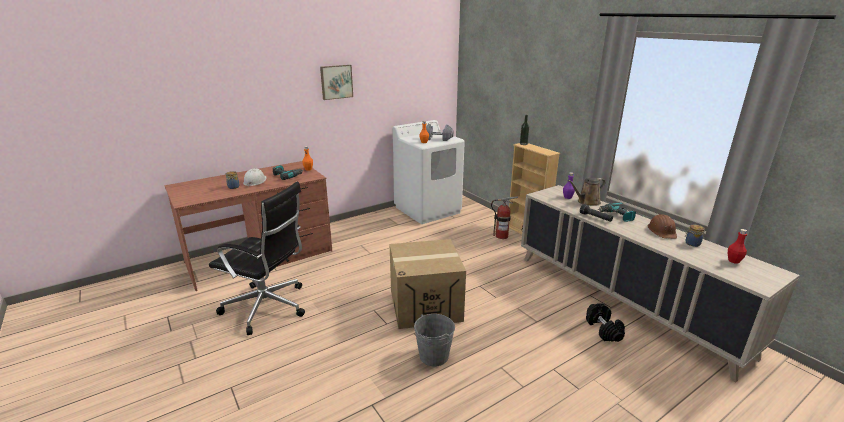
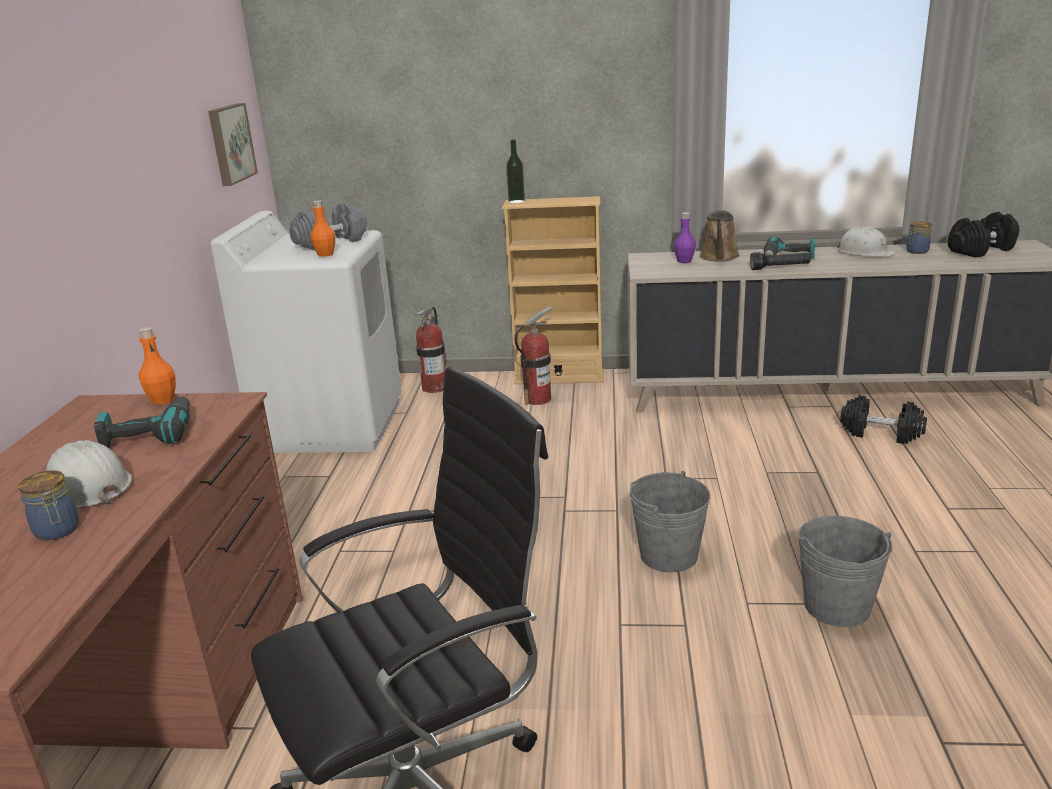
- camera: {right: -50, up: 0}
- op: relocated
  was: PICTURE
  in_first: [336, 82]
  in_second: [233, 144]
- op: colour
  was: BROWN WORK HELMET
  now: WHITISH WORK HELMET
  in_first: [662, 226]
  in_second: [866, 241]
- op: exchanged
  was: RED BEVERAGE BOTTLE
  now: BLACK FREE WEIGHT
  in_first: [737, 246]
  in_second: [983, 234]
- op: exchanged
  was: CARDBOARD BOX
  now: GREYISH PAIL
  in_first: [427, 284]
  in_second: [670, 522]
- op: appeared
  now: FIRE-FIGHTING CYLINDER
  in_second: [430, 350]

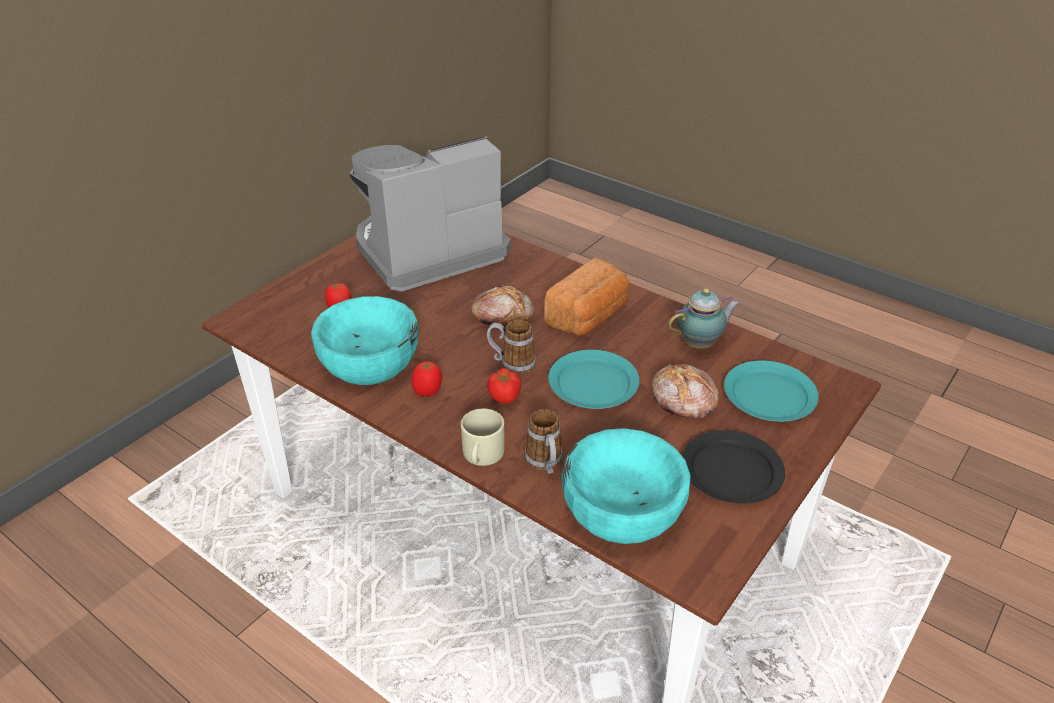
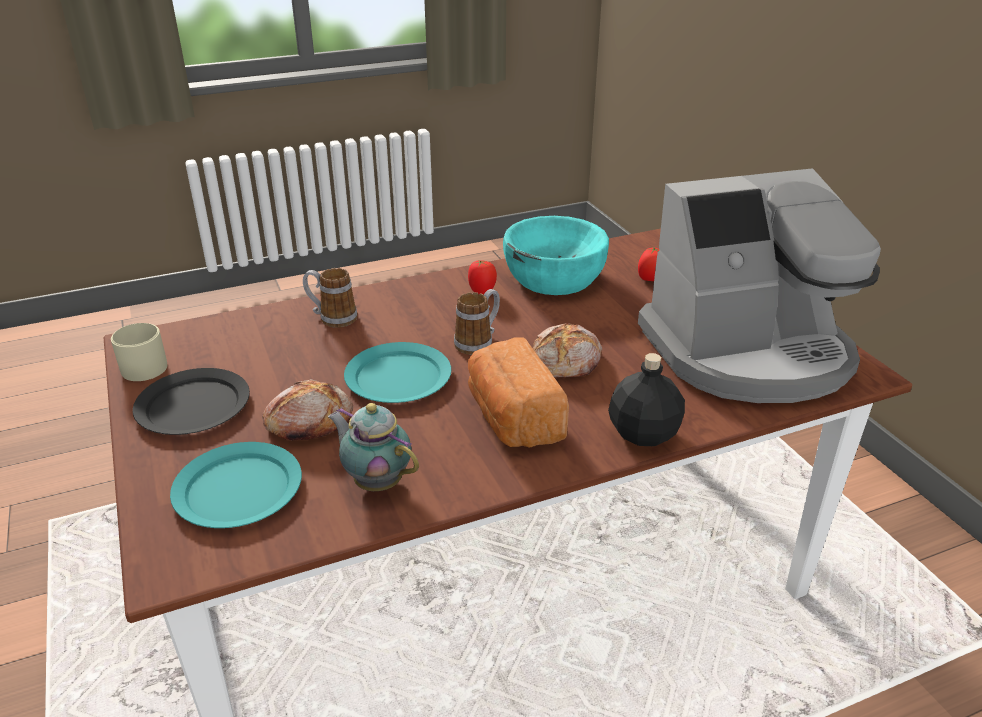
- camera: {right: 120, up: -5}
- op: spun
  was: COFFEE BREWER
  in_first: [430, 213]
  in_second: [759, 285]
  clockwise: 75
- op: spun
  was: TEA POT
  in_first: [704, 318]
  in_second: [373, 447]
  clockwise: 120
- op: missing
  was: WHOLE TOMATO
  in_first: [504, 386]
- op: relocated
  was: SAND-COLOURED COFFEE MUG
  in_first: [483, 437]
  in_second: [139, 352]
- op: missing
  was: TURQUOISE BOWL
  in_first: [626, 486]
- op: appeared
  now: BLACK BEVERAGE BOTTLE
  in_second: [646, 399]

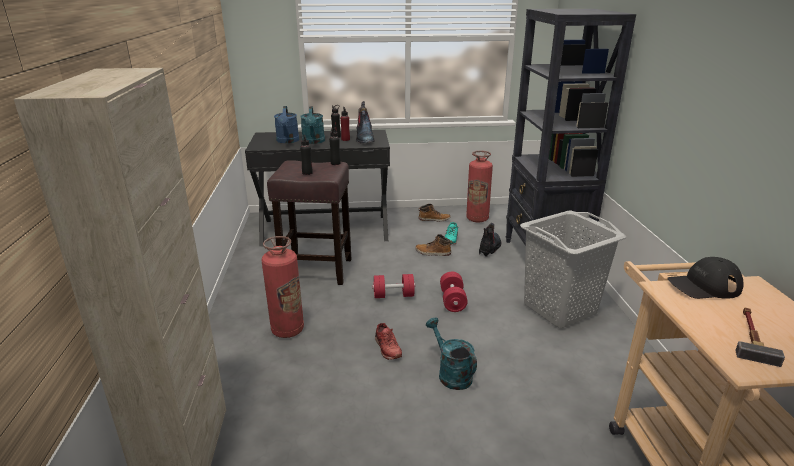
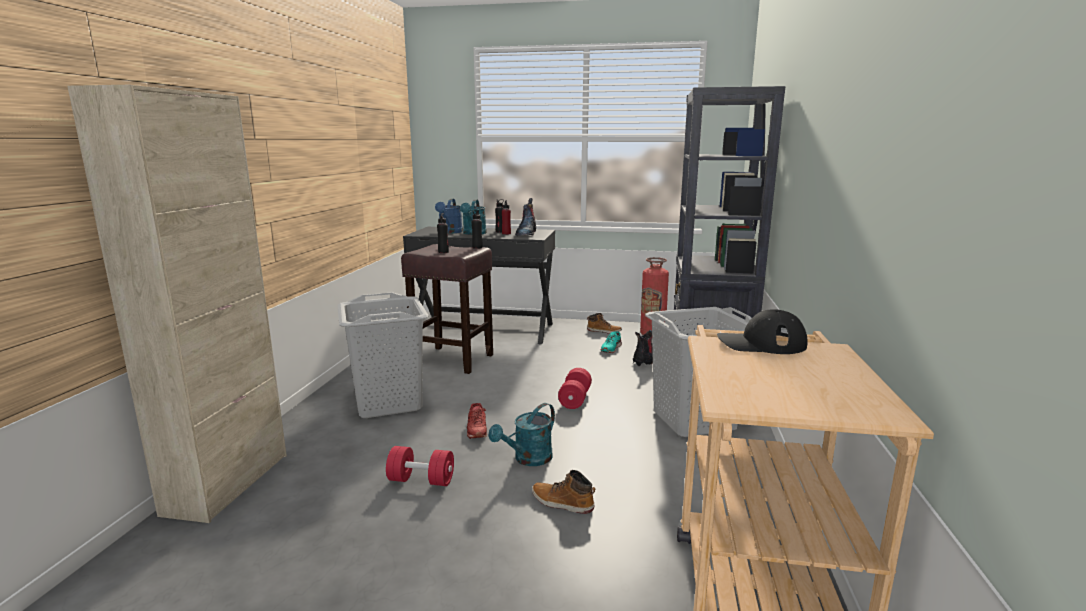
- camera: {right: 15, up: -10}
- op: relocated
  was: BOOT
  in_first: [433, 245]
  in_second: [563, 492]
- op: exchanged
  was: FIRE-FIGHTING CYLINDER
  now: GREYISH HAMPER
  in_first: [282, 287]
  in_second: [383, 355]
- op: relocated
  was: RED FREE WEIGHT
  in_first: [393, 286]
  in_second: [420, 466]
- op: missing
  was: HAMMER
  in_first: [760, 337]
- op: spun
  was: TURQUOISE SPRINKLING CAN
  in_first: [451, 354]
  in_second: [522, 434]
  clockwise: -120

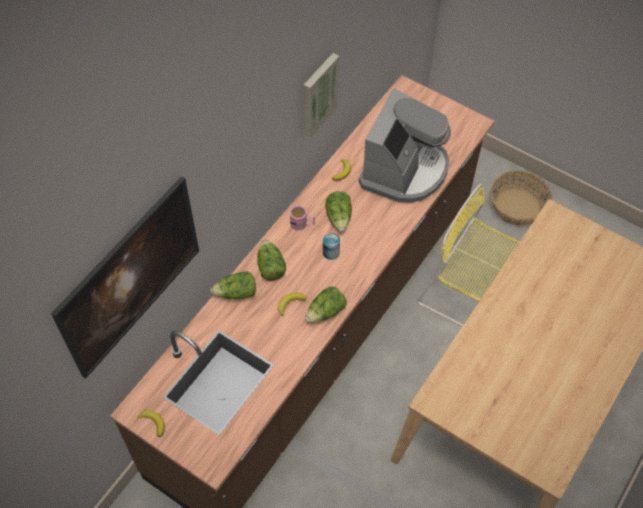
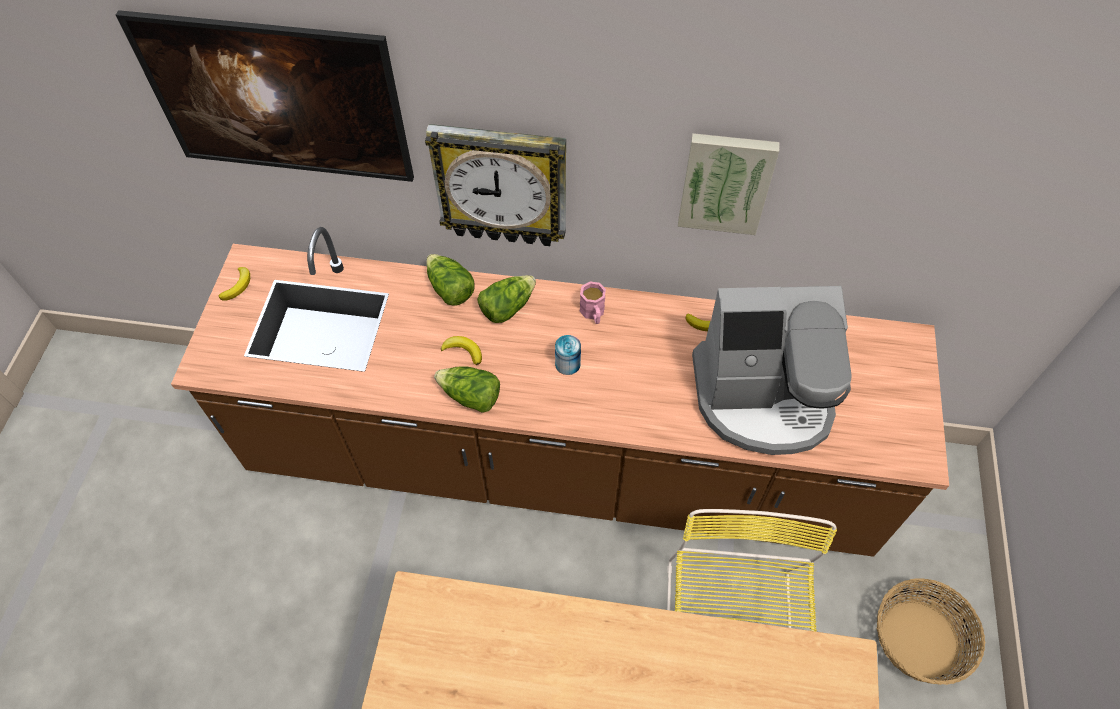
- camera: {right: 65, up: 0}
- op: missing
  was: HEAD OF LETTUCE
  in_first: [338, 211]
- op: appeared
  now: HANGING CLOCK
  in_second: [495, 185]

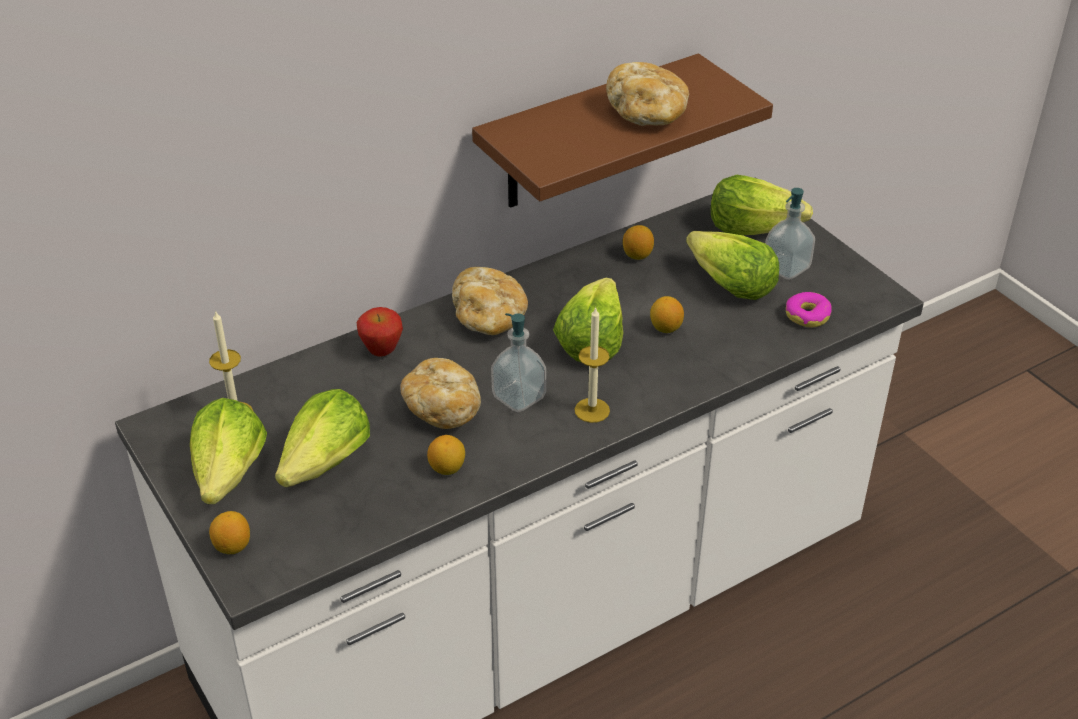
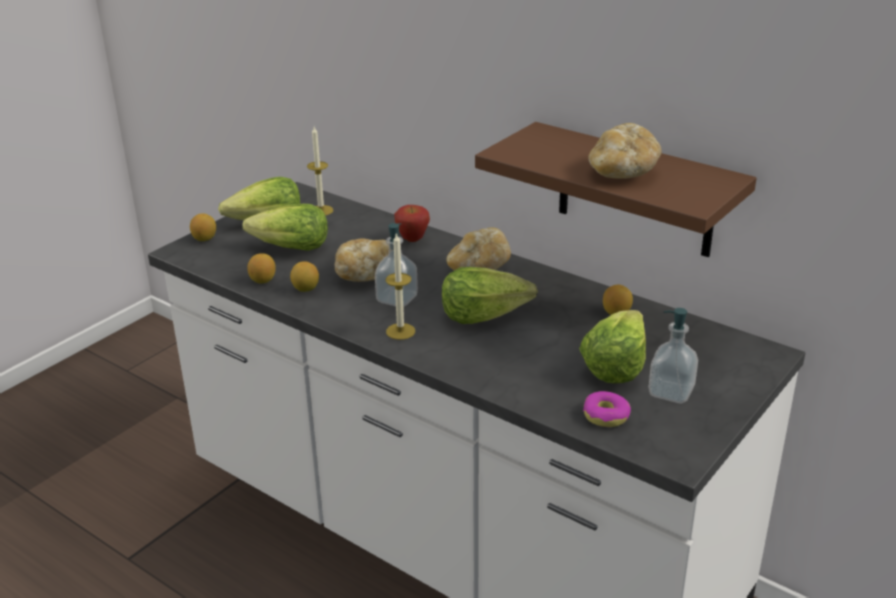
- camera: {right: 70, up: -10}
- op: missing
  was: HEAD OF LETTUCE
  in_first: [762, 205]
- op: relocated
  was: LEMON
  in_first: [667, 314]
  in_second: [261, 268]

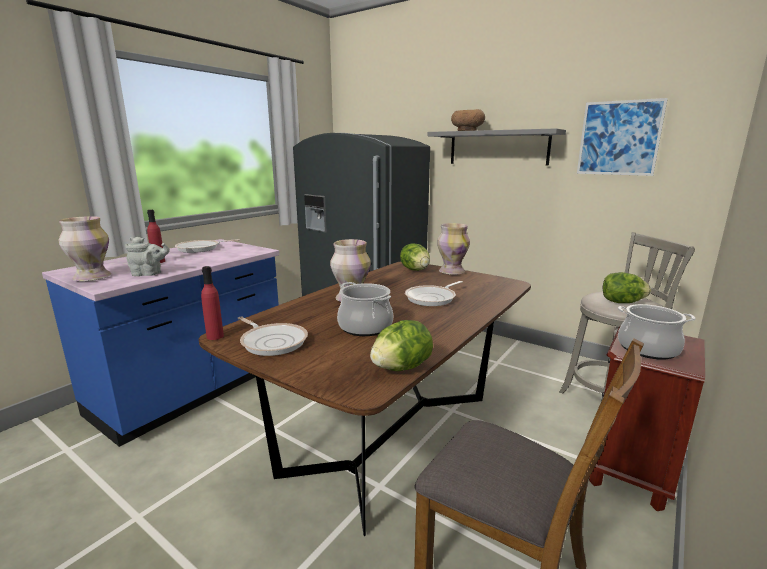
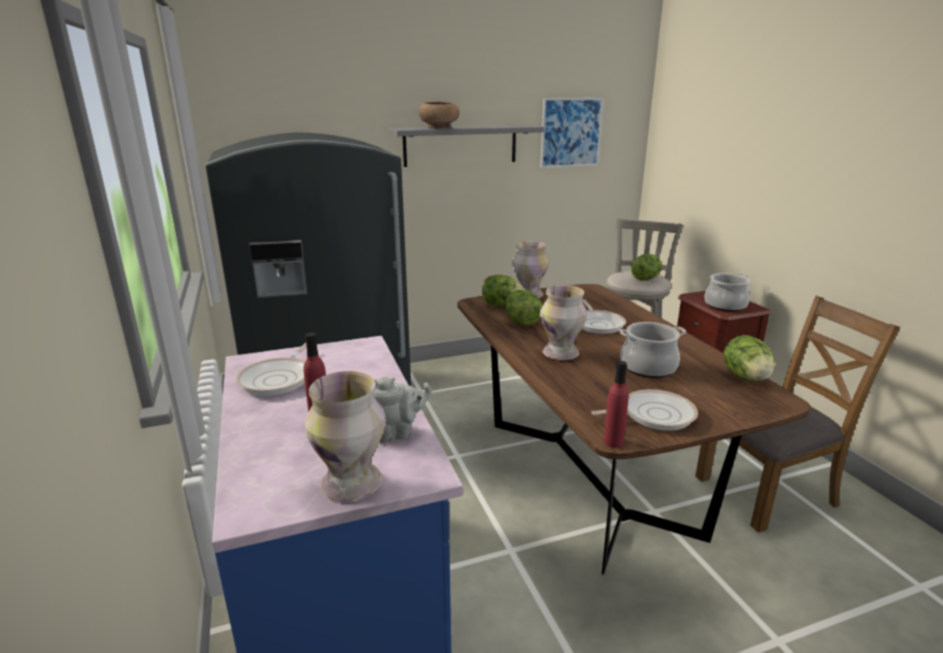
- camera: {right: -55, up: 5}
- op: spun
  was: GREYISH TEA POT
  in_first: [147, 256]
  in_second: [403, 410]
  clockwise: 45
- op: appeared
  now: HEAD OF LETTUCE
  in_second: [523, 308]

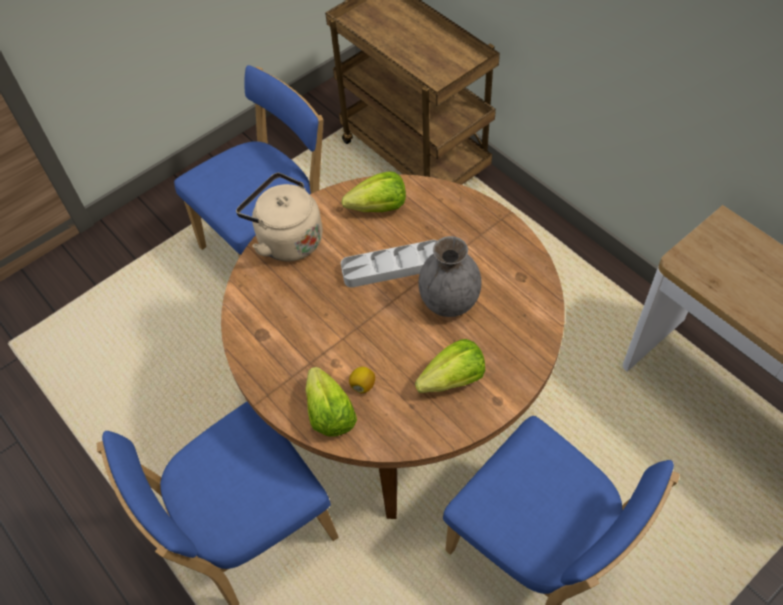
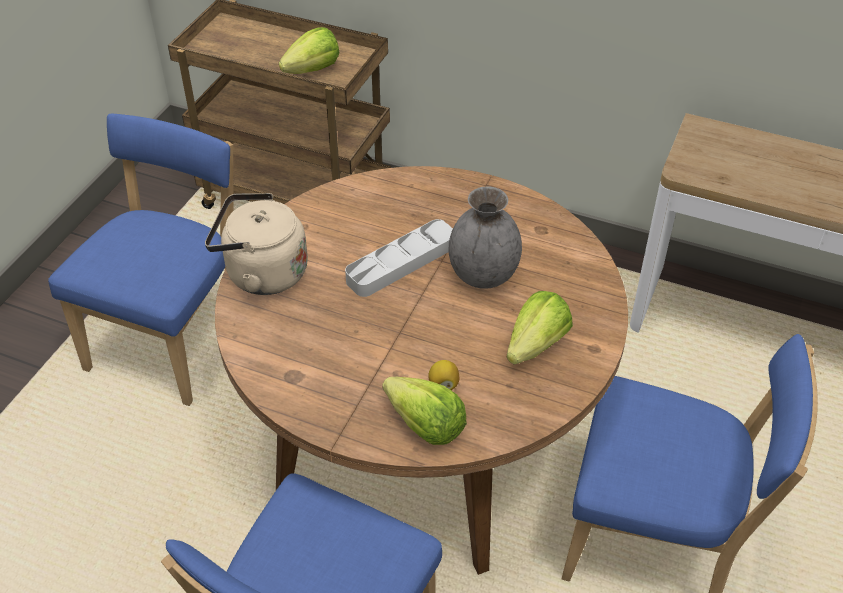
- camera: {right: -30, up: -10}
- op: relocated
  was: HEAD OF LETTUCE
  in_first: [373, 191]
  in_second: [309, 50]

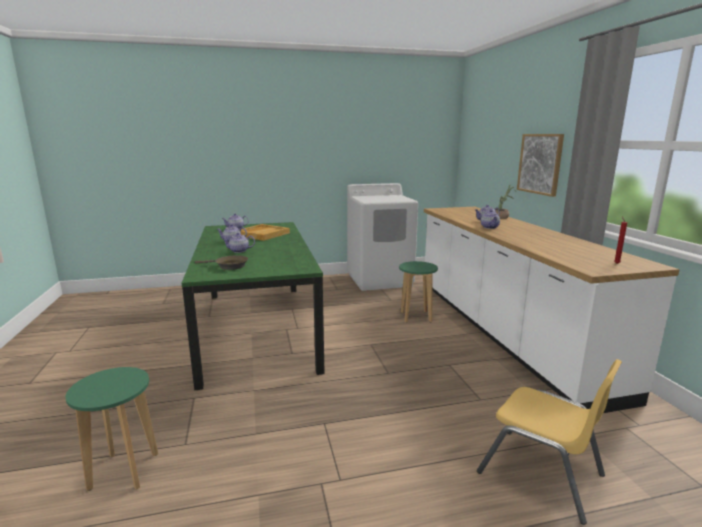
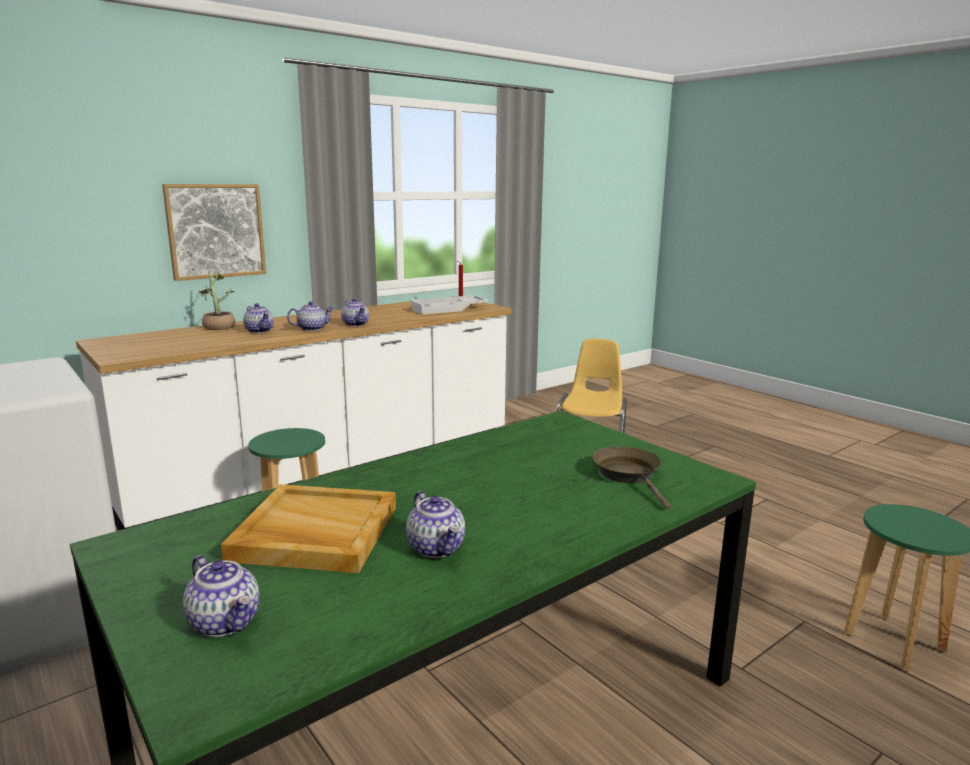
- camera: {right: -115, up: 0}
- op: relocated
  was: TEA POT
  in_first: [238, 243]
  in_second: [355, 312]
- op: appeared
  now: WHITISH CARRYING TRAY
  in_second: [449, 304]

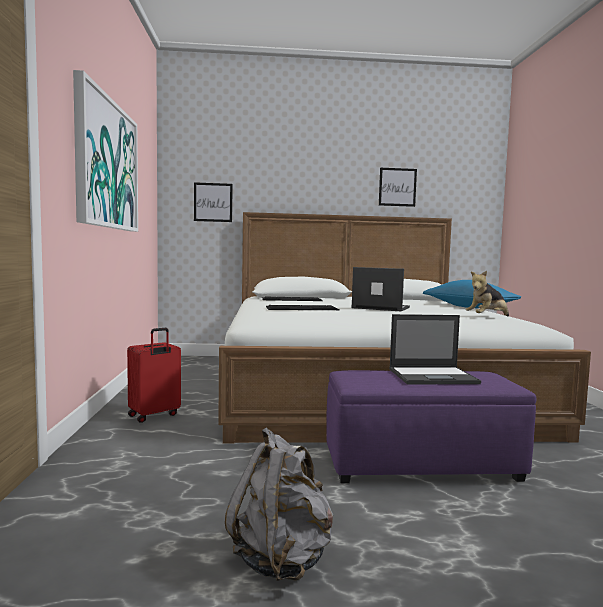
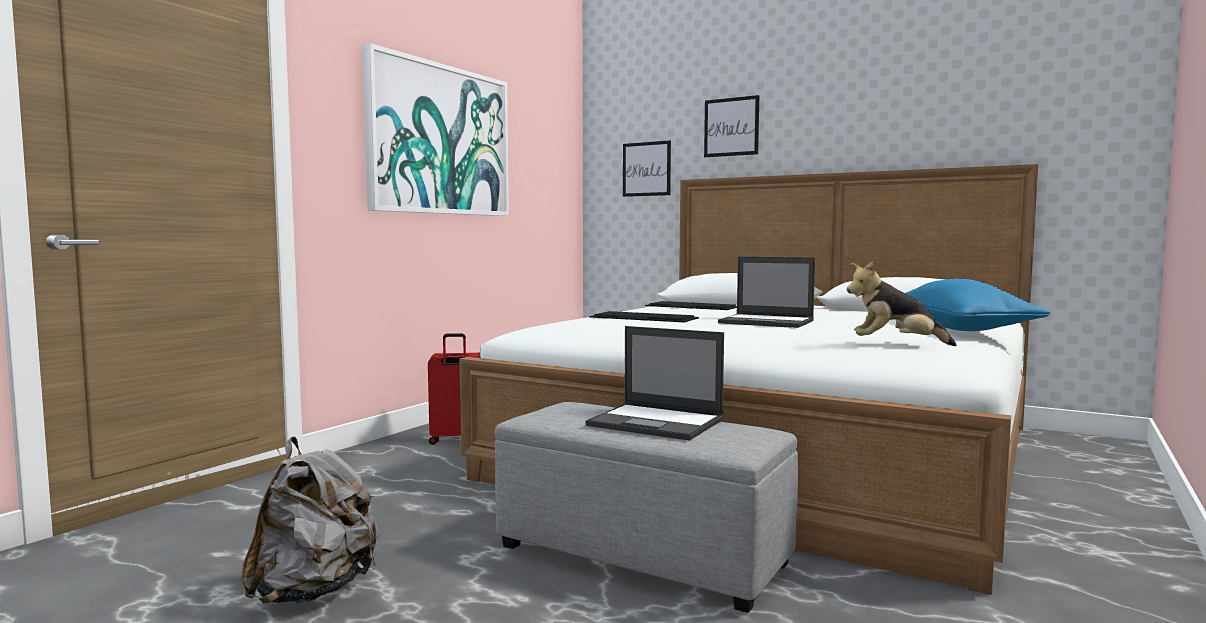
- camera: {right: 35, up: 0}
- op: relocated
  was: PICTURE
  in_first: [398, 187]
  in_second: [731, 126]
- op: spun
  was: PORTABLE COMPUTER
  in_first: [380, 289]
  in_second: [766, 292]
  clockwise: 150
- op: colour
  was: PURPLE-COLOURED POUFFE
  now: GREYISH POUFFE
  in_first: [431, 426]
  in_second: [646, 507]

